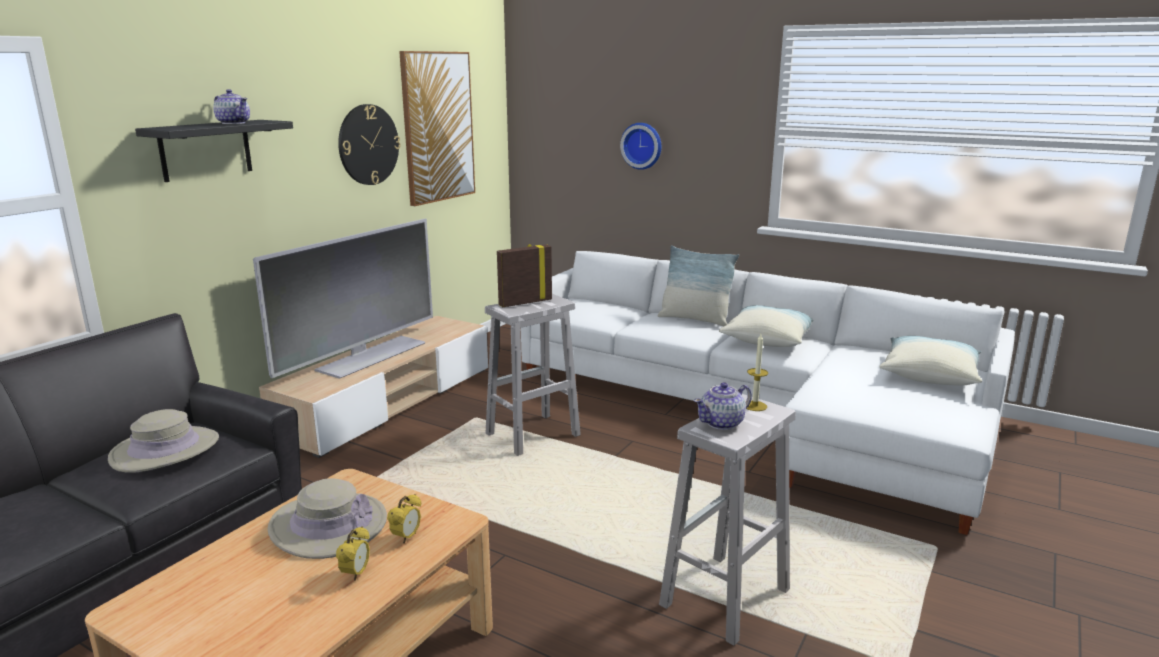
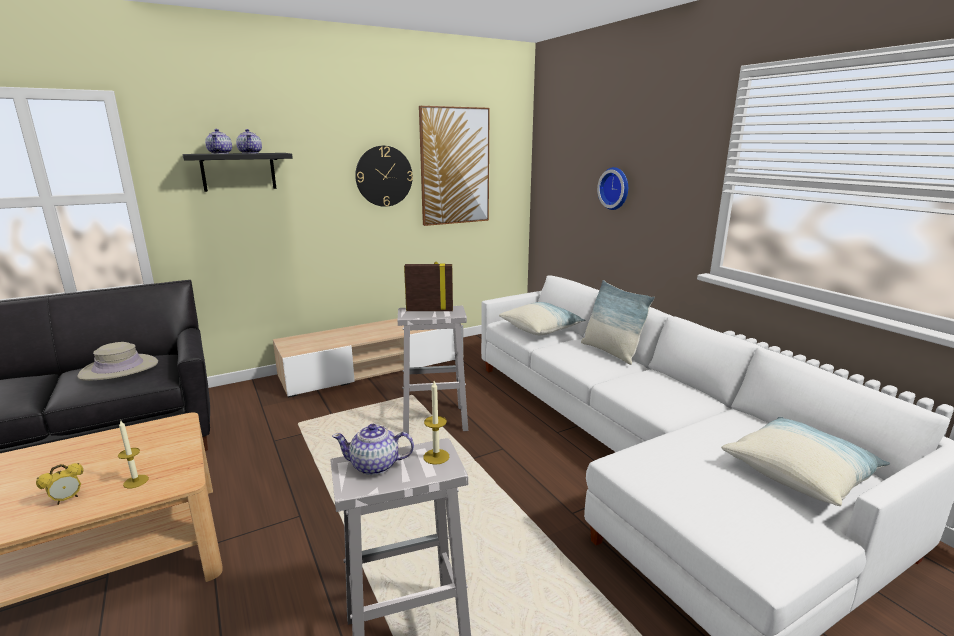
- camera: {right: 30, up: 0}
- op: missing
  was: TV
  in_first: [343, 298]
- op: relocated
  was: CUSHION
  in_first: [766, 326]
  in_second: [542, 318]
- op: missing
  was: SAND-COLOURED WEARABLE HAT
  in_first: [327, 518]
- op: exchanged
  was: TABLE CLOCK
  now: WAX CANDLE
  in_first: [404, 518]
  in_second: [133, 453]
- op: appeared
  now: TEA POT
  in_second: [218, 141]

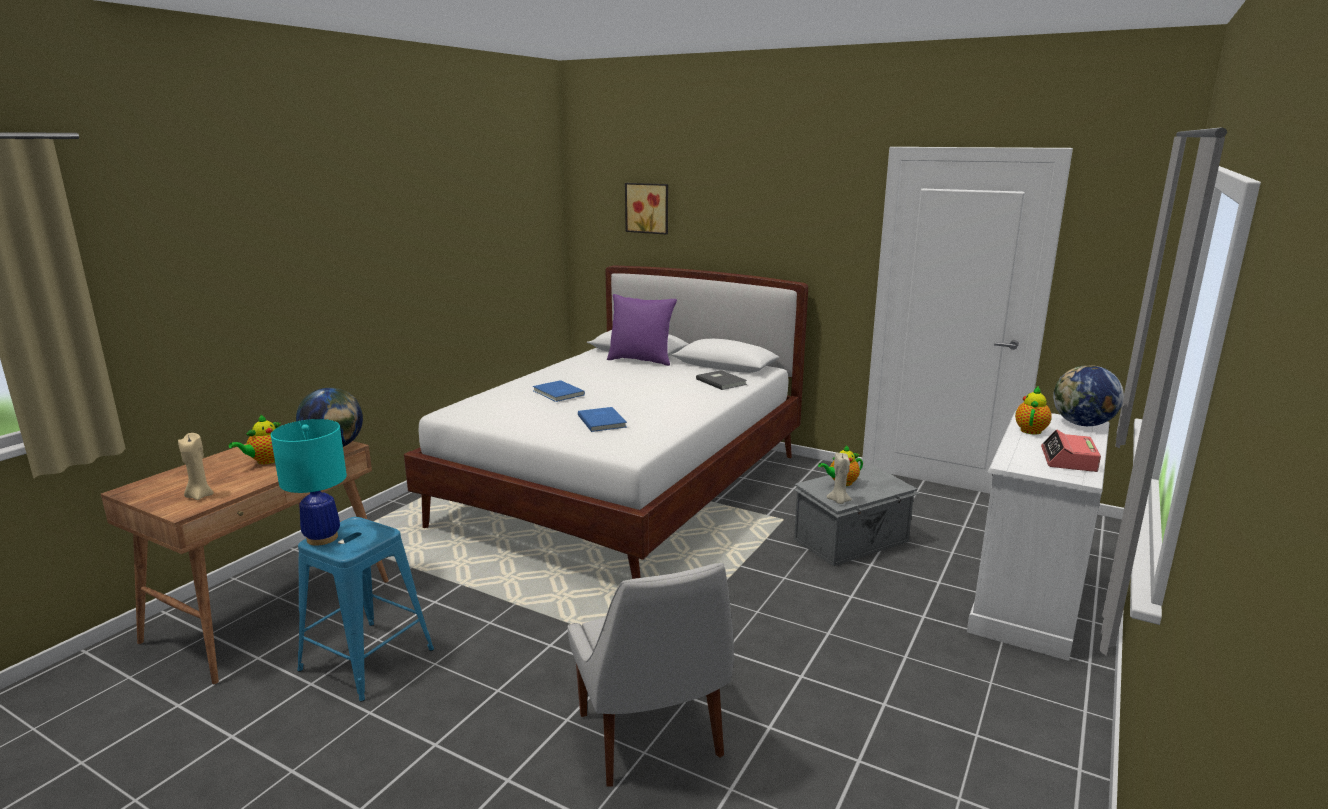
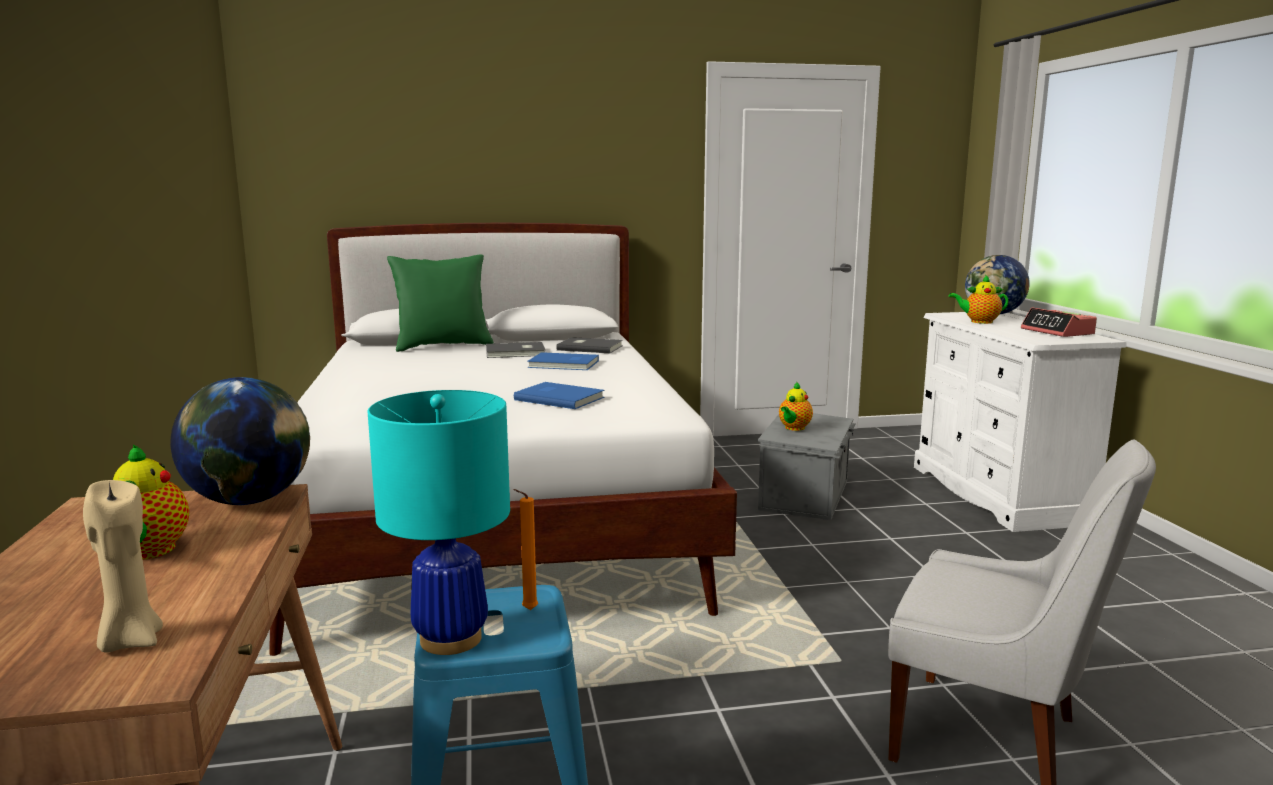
- camera: {right: -40, up: -5}
- op: missing
  was: PICTURE
  in_first: [646, 209]
- op: colour
  was: PURPLE-COLOURED CUSHION
  now: GREEN-COLOURED CUSHION
  in_first: [642, 330]
  in_second: [440, 303]
- op: relocated
  was: BLUISH VOLUME
  in_first: [558, 391]
  in_second: [563, 361]
- op: spun
  was: TEA POT
  in_first: [1033, 410]
  in_second: [978, 299]
  clockwise: -75
- op: missing
  was: SAND-COLOURED WAX CANDLE
  in_first: [839, 478]
- op: appeared
  now: GREYISH VOLUME
  in_second: [515, 350]
- op: appeared
  now: ORANGE-COLOURED WAX CANDLE
  in_second: [525, 549]

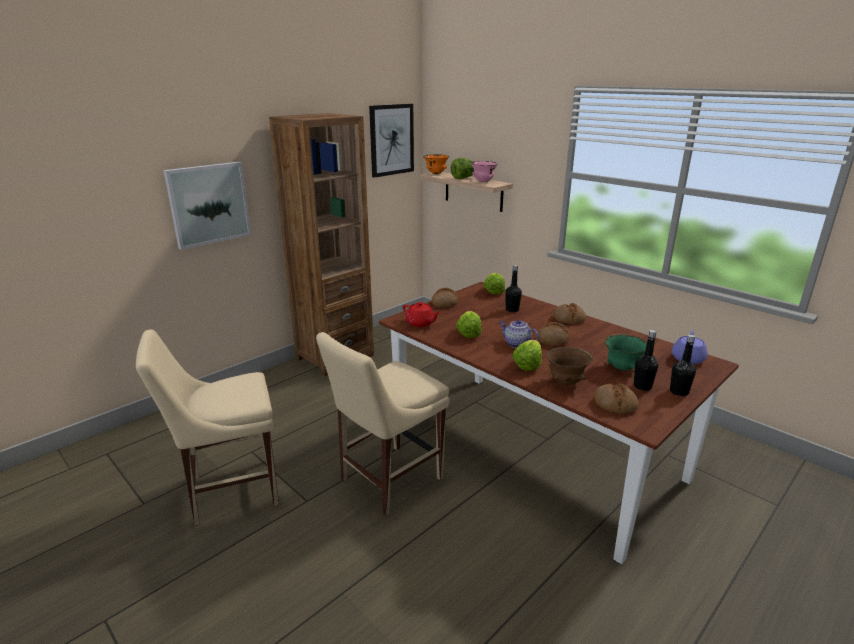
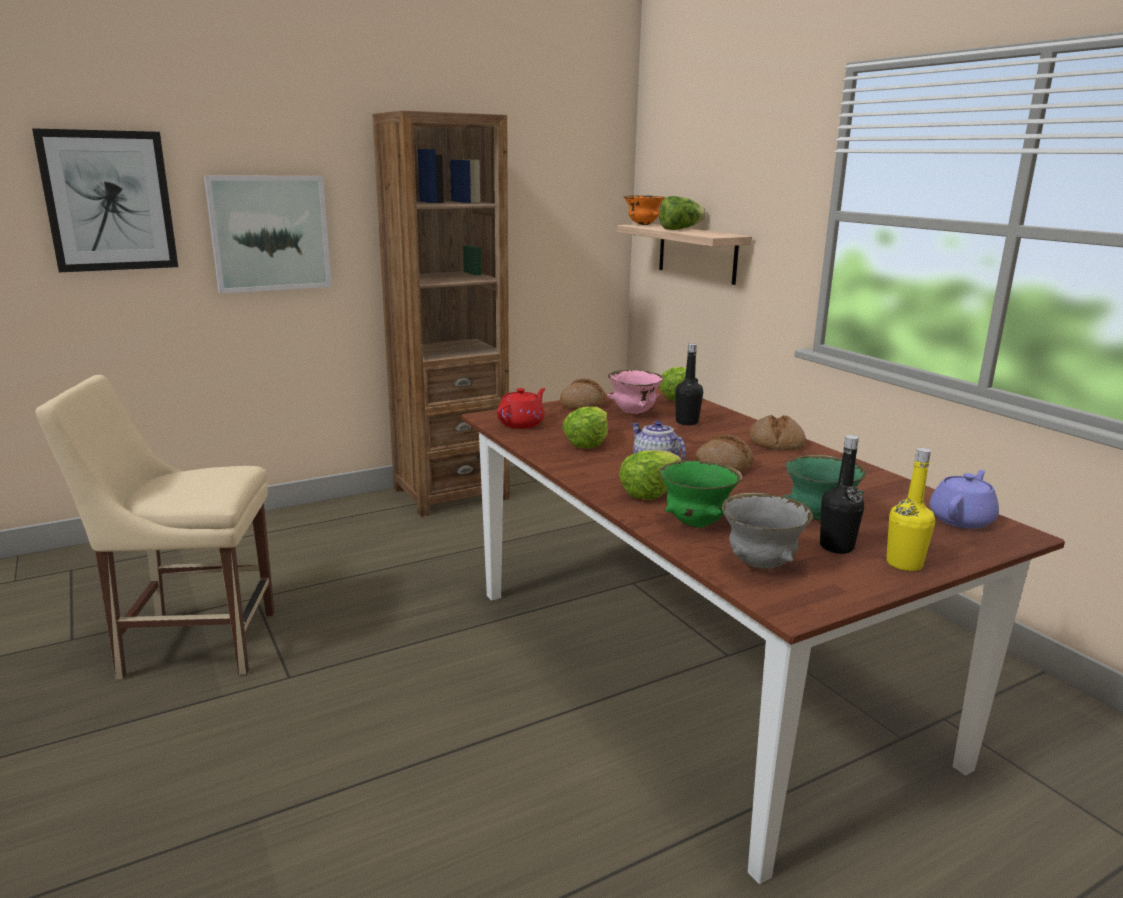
- camera: {right: 15, up: -5}
- op: relocated
  was: PICTURE
  in_first: [391, 141]
  in_second: [105, 200]
- op: relocated
  was: PINK BOWL
  in_first: [484, 171]
  in_second: [635, 392]
- op: spun
  was: RED TEA POT
  in_first: [422, 314]
  in_second: [521, 408]
  clockwise: -105
- op: missing
  was: SAND-COLOURED PLAIN CHAIR
  in_first: [382, 423]
- op: colour
  was: BLACK BEVERAGE BOTTLE
  now: YELLOWISH BEVERAGE BOTTLE
  in_first: [683, 365]
  in_second: [910, 509]
- op: colour
  was: BROWN BOWL
  now: GREEN-COLOURED BOWL
  in_first: [570, 366]
  in_second: [701, 494]
- op: exchanged
  was: BAKED BREAD
  now: GREYISH BOWL
  in_first: [616, 398]
  in_second: [767, 531]

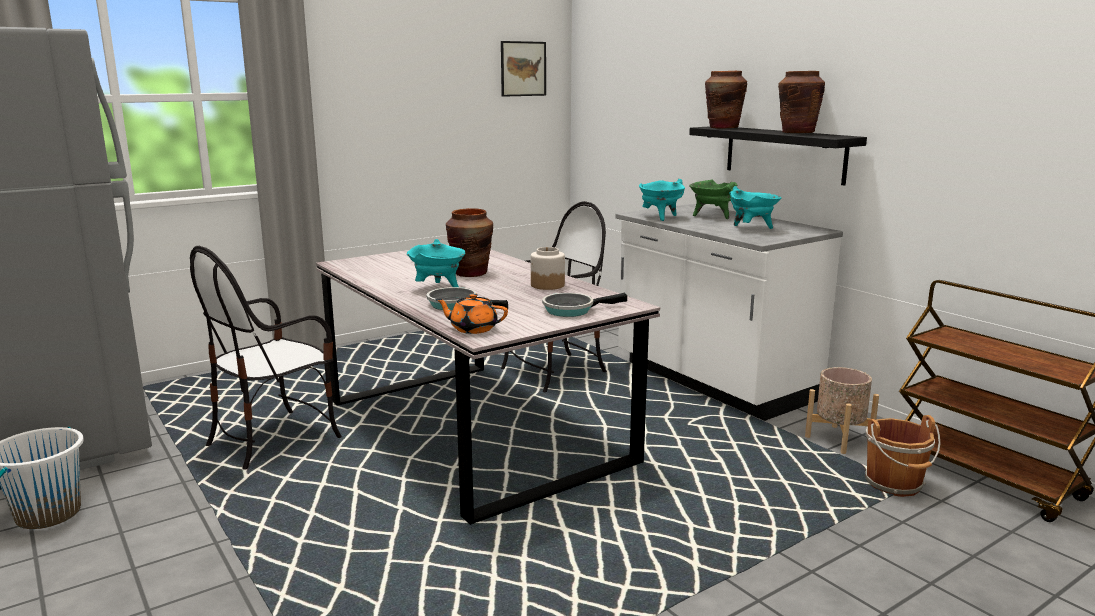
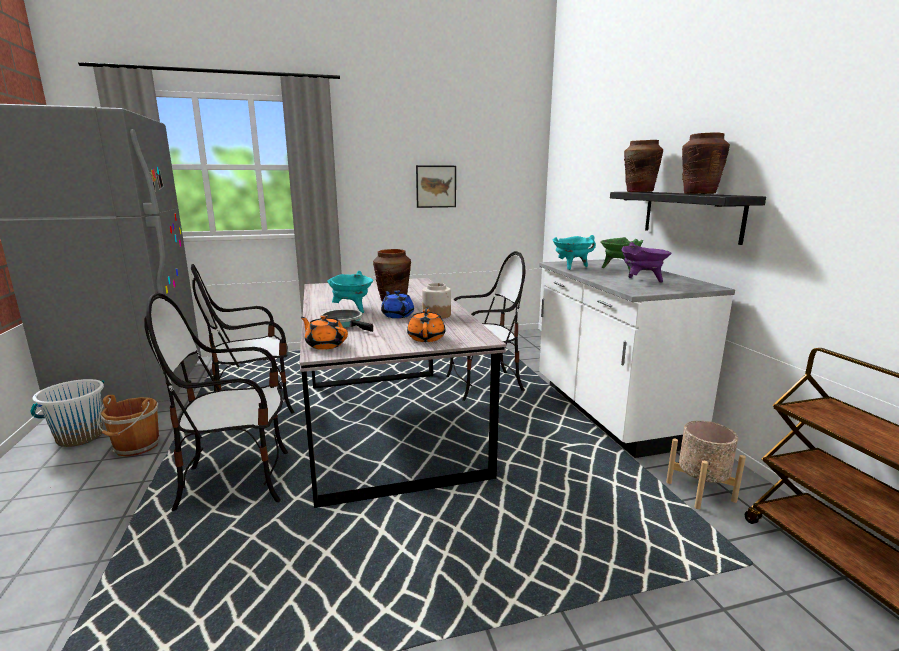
- camera: {right: 20, up: 0}
- op: relocated
  was: PICTURE
  in_first: [523, 69]
  in_second: [436, 186]
- op: colour
  was: TURQUOISE STOCKPOT
  now: PURPLE-COLOURED STOCKPOT
  in_first: [755, 207]
  in_second: [646, 262]
- op: exchanged
  was: SKILLET
  now: ORANGE-COLOURED TEA POT
  in_first: [584, 305]
  in_second: [426, 325]
- op: relocated
  was: BROWN PAIL
  in_first: [902, 456]
  in_second: [128, 426]
- op: appeared
  now: BLUISH TEA POT
  in_second: [397, 304]
- op: appeared
  now: PLAIN CHAIR
  in_second: [216, 402]

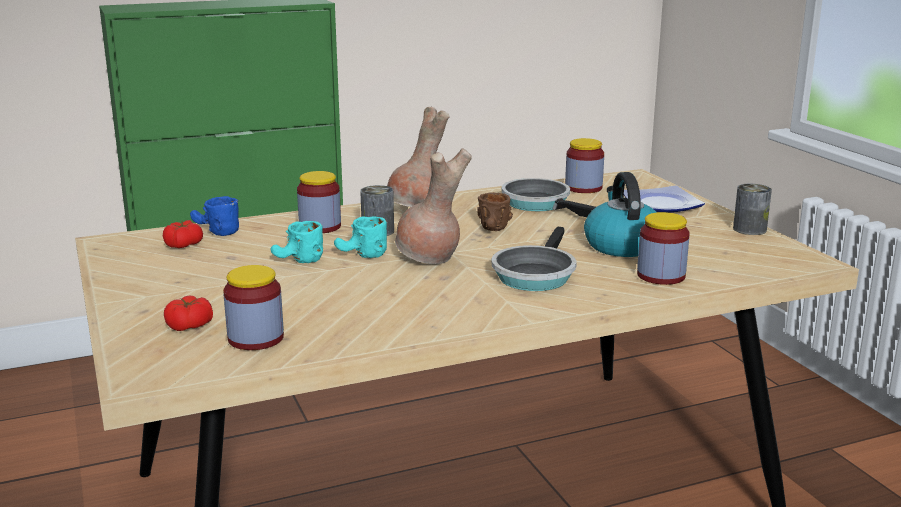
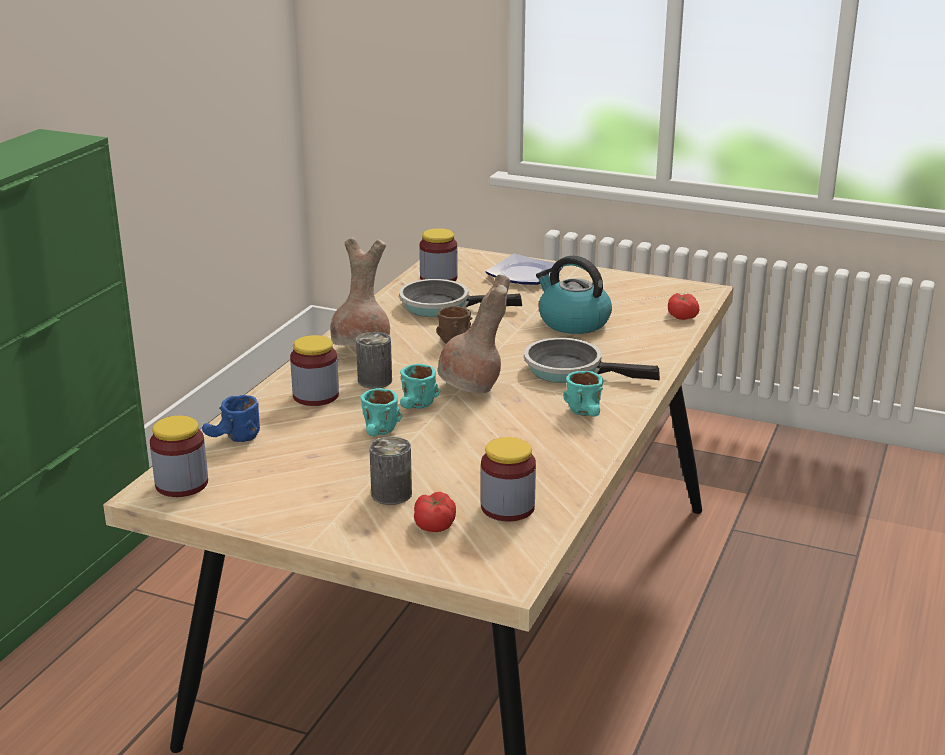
- camera: {right: -45, up: 5}
- op: relocated
  was: SEALED CAN
  in_first: [752, 209]
  in_second: [390, 471]
- op: relocated
  was: STORAGE JAR
  in_first: [663, 248]
  in_second: [179, 456]
- op: relocated
  was: WHOLE TOMATO
  in_first: [183, 234]
  in_second: [683, 306]
- op: spun
  was: SKILLET
  in_first: [534, 258]
  in_second: [592, 360]
  clockwise: 135
- op: appeared
  now: TURQUOISE COFFEE MUG
  in_second: [583, 394]

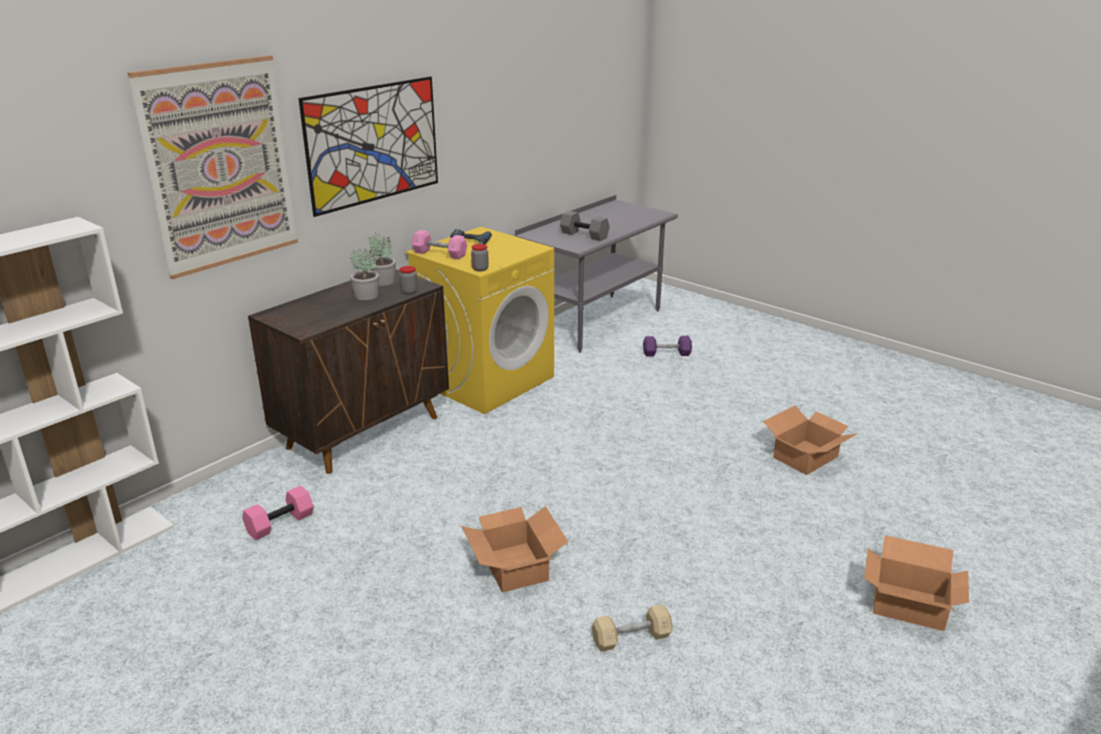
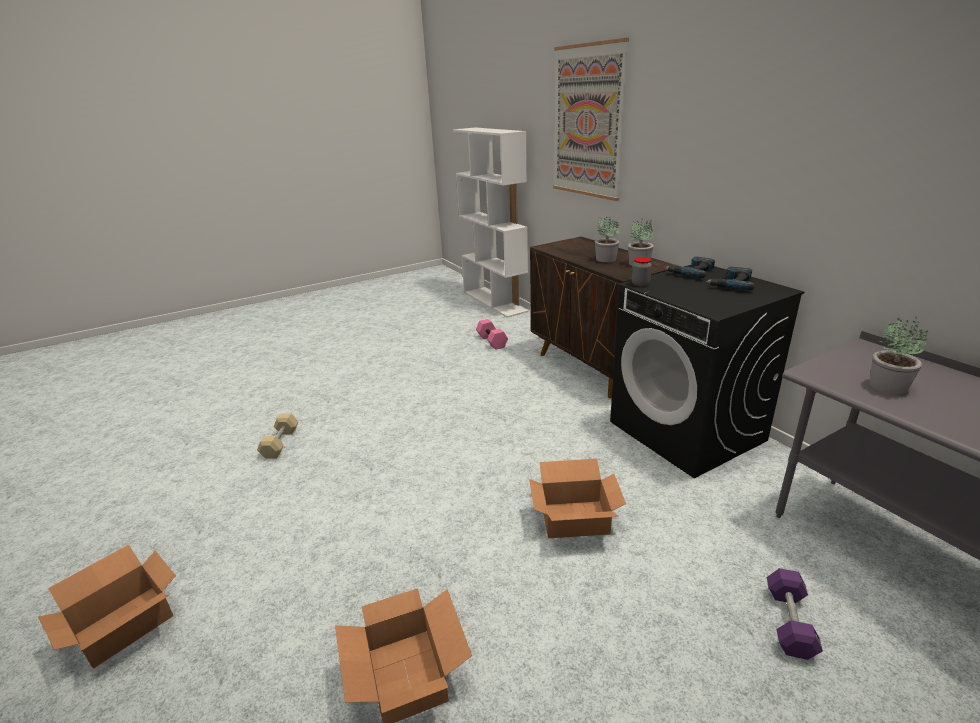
- camera: {right: 110, up: 0}
- op: missing
  was: PICTURE
  in_first: [368, 146]
- op: exchanged
  was: GREYISH FREE WEIGHT
  now: HOUSEPLANT
  in_first: [585, 226]
  in_second: [899, 355]
- op: colour
  was: YELLOWISH LAUNDRY MACHINE
  now: BLACK LAUNDRY MACHINE
  in_first: [480, 320]
  in_second: [707, 371]
- op: exchanged
  was: PINK FREE WEIGHT
  now: ELECTRIC DRILL
  in_first: [439, 244]
  in_second: [690, 267]
- op: missing
  was: STORAGE JAR
  in_first: [408, 280]
- op: relocated
  was: CARDBOARD BOX
  in_first: [514, 549]
  in_second: [577, 498]

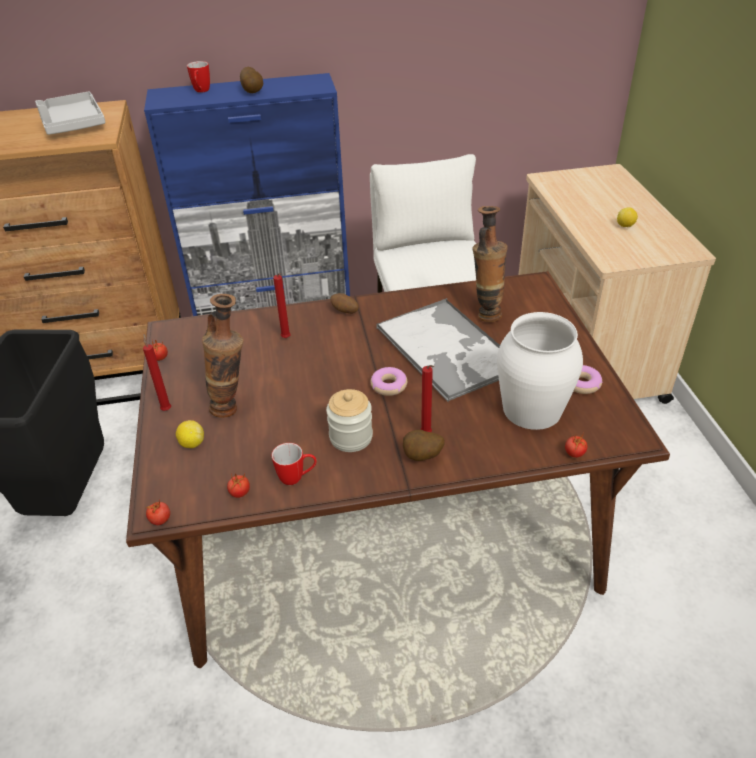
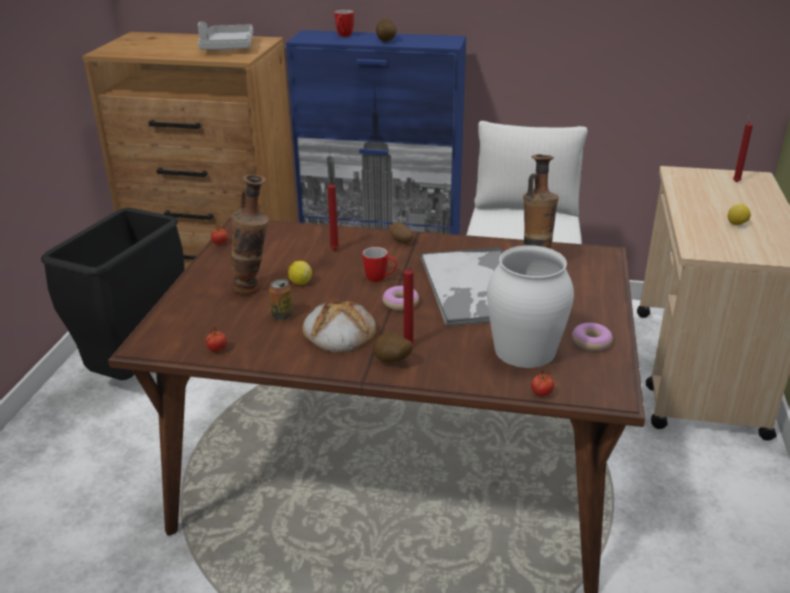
- camera: {right: 20, up: -10}
- op: relocated
  was: RED WAX CANDLE
  in_first: [157, 372]
  in_second: [743, 149]
- op: exchanged
  was: STORAGE JAR
  now: BAKED BREAD
  in_first: [349, 420]
  in_second: [339, 326]
- op: relocated
  was: LEMON
  in_first: [190, 434]
  in_second: [300, 273]
- op: relocated
  was: COFFEE MUG
  in_first: [294, 464]
  in_second: [379, 264]
- op: missing
  was: WHOLE TOMATO
  in_first: [157, 512]
- op: appeared
  now: SEALED CAN
  in_second: [281, 299]

